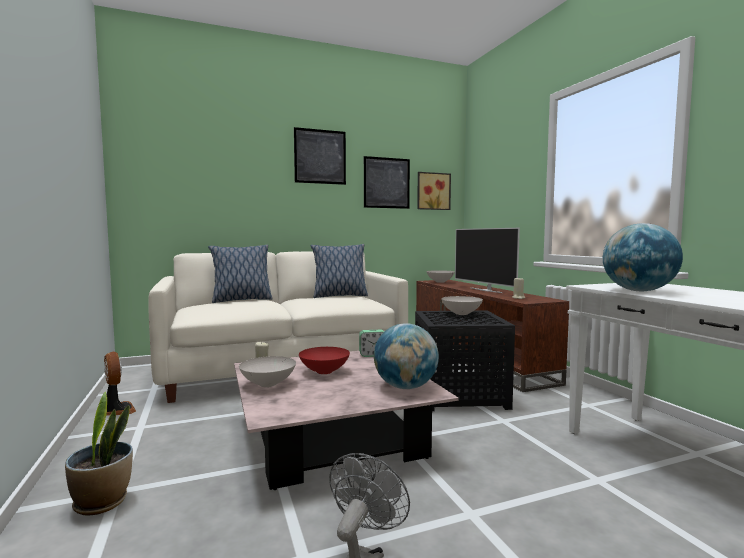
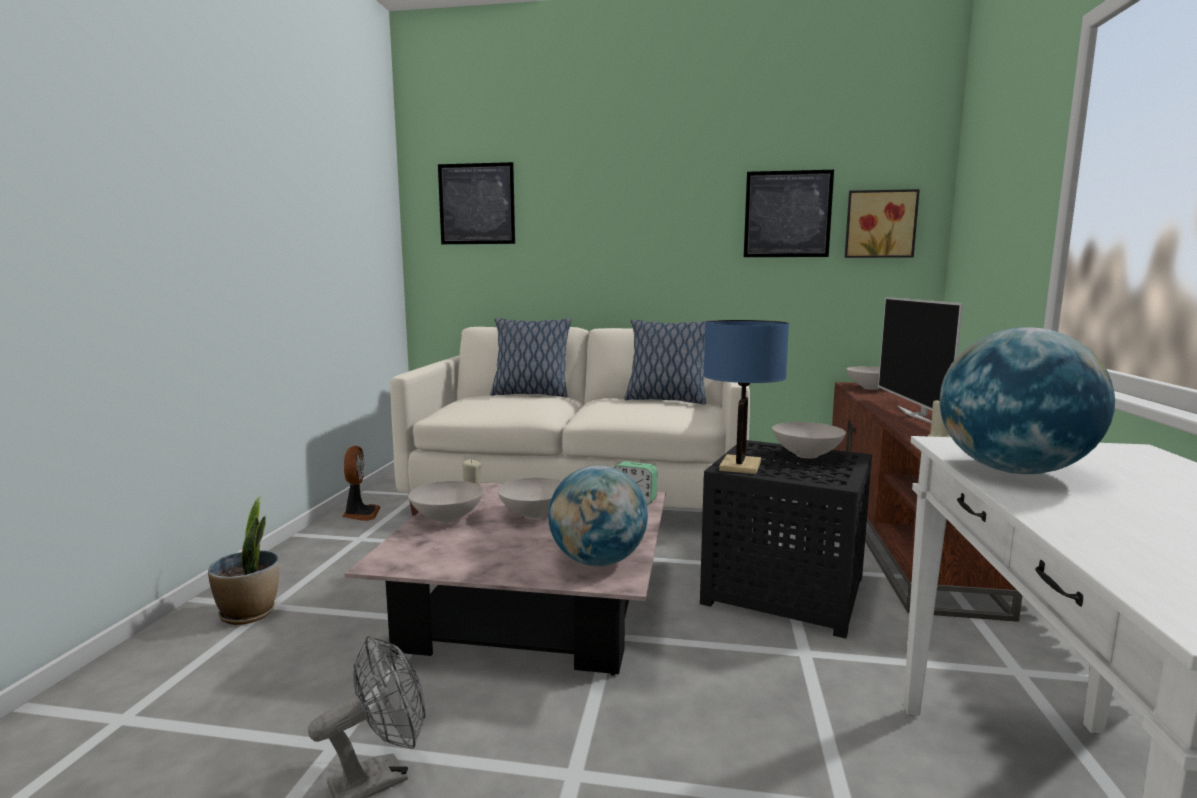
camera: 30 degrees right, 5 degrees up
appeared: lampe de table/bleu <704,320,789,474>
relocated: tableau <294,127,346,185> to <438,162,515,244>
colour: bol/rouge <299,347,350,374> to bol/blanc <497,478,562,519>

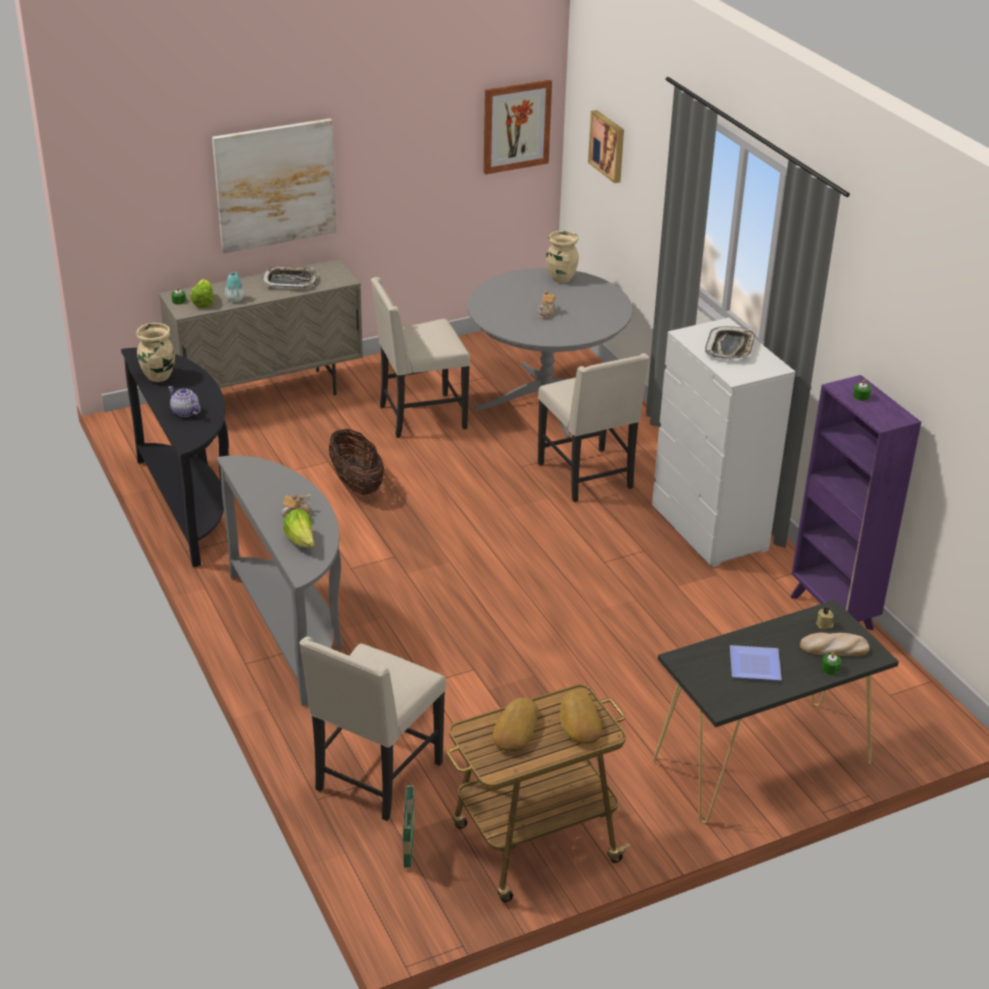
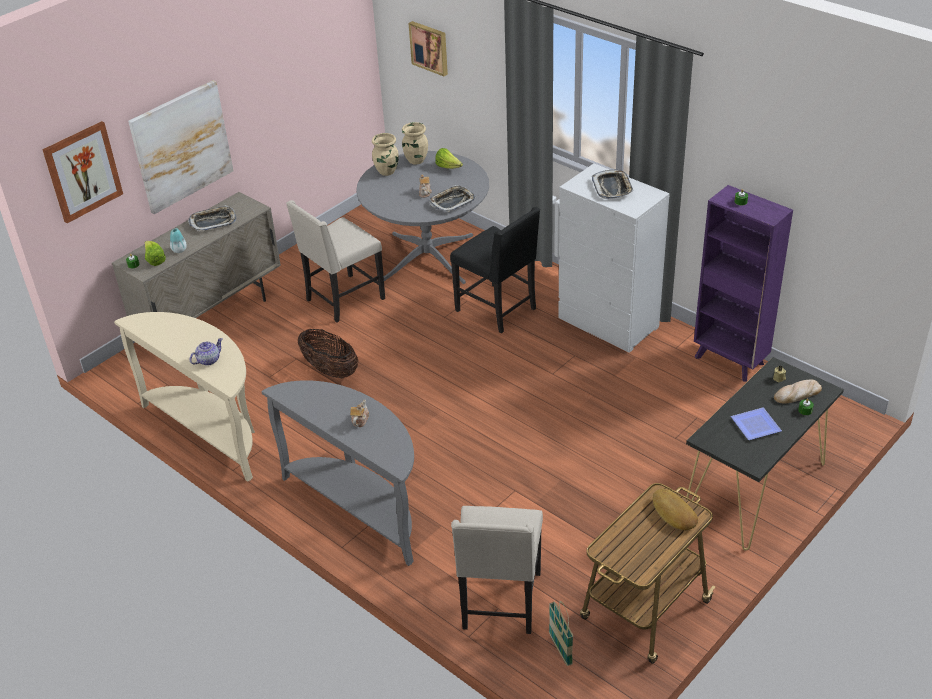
camera: 20 degrees left, 5 degrees up
missing: pain <493,698,539,752>
appeared: plateau <429,185,475,212>
relocated: vase/beige <136,323,175,382> to <372,133,399,176>; laitue <283,509,315,548> to <435,148,463,169>; tableau <483,80,552,175> to <42,121,123,223>
colour: table console/noir <121,348,229,567> to table console/beige <114,312,255,482>; chaise/beige <538,353,649,502> to chaise/noir <450,207,540,333>
spun: théière <168,386,201,417> = <190,338,223,366> 120 degrees clockwise

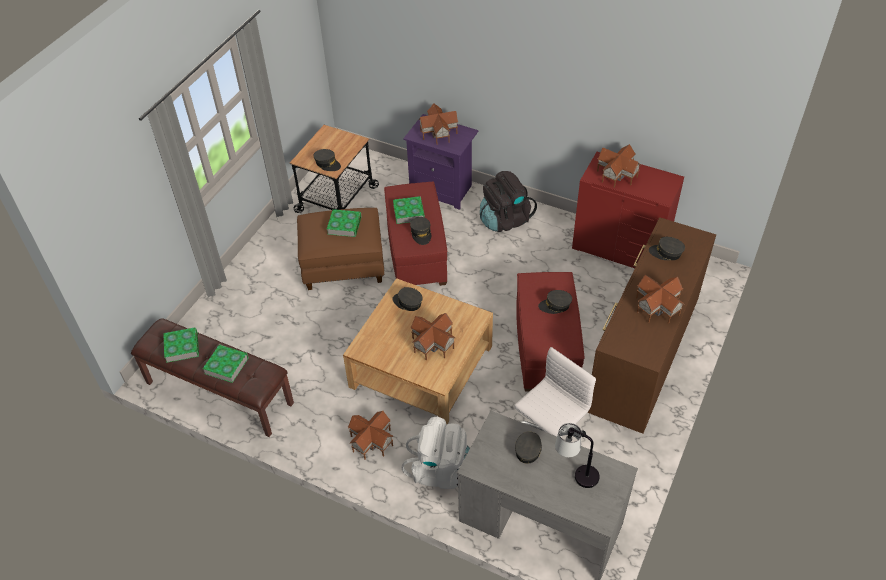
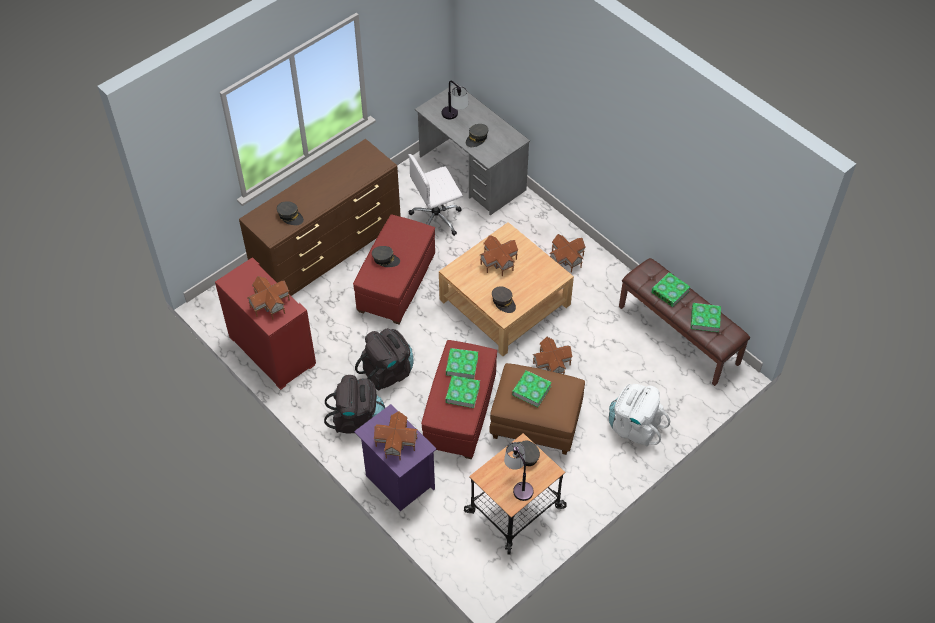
camera: 160 degrees left, 5 degrees up
appeared: sac à dos/noir <355,328,414,391>; lampe de table <504,442,534,501>
relocated: sac à dos/blanc <402,417,470,489> to <609,384,670,446>; maison miniature <636,275,684,324> to <533,337,573,374>
exchanged: casquette/gris <410,217,431,245> to livre <446,348,478,379>

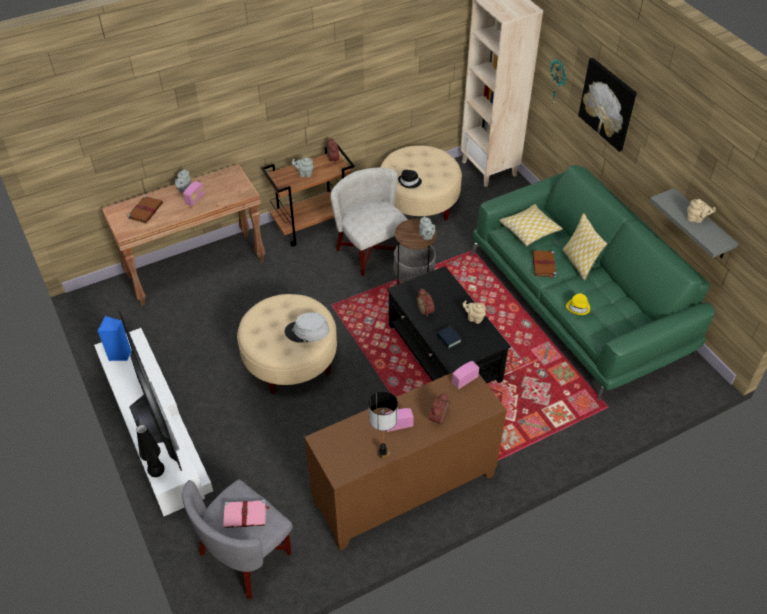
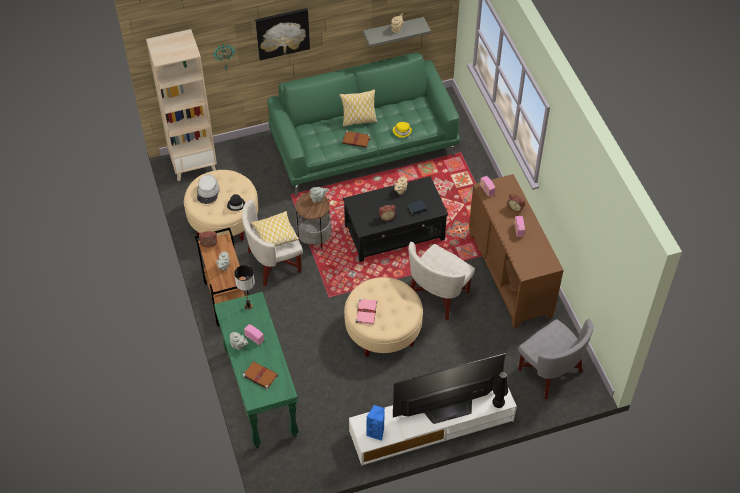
camera: 80 degrees left, 5 degrees up
appeared: fauteuil/blanc <408,242,475,320>
relocated: livre/rose <223,500,270,528> to <356,299,377,325>; chapeau/gris <285,312,330,343> to <197,174,219,204>; lampe de table <368,391,398,458> to <234,265,255,310>; coussin <499,204,563,246> to <251,211,299,247>
colour: table console/marron <101,164,265,305> to table console/vert <214,292,299,448>

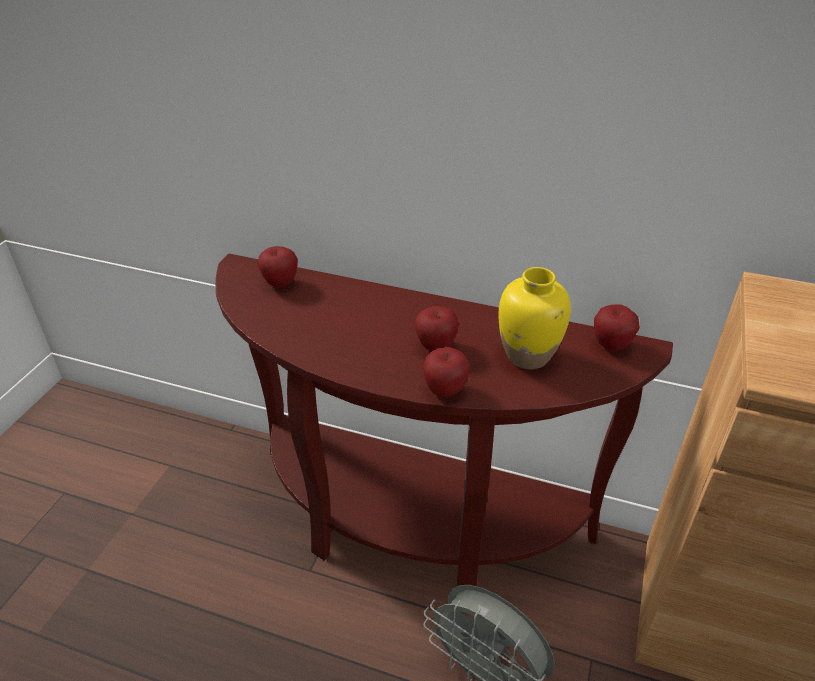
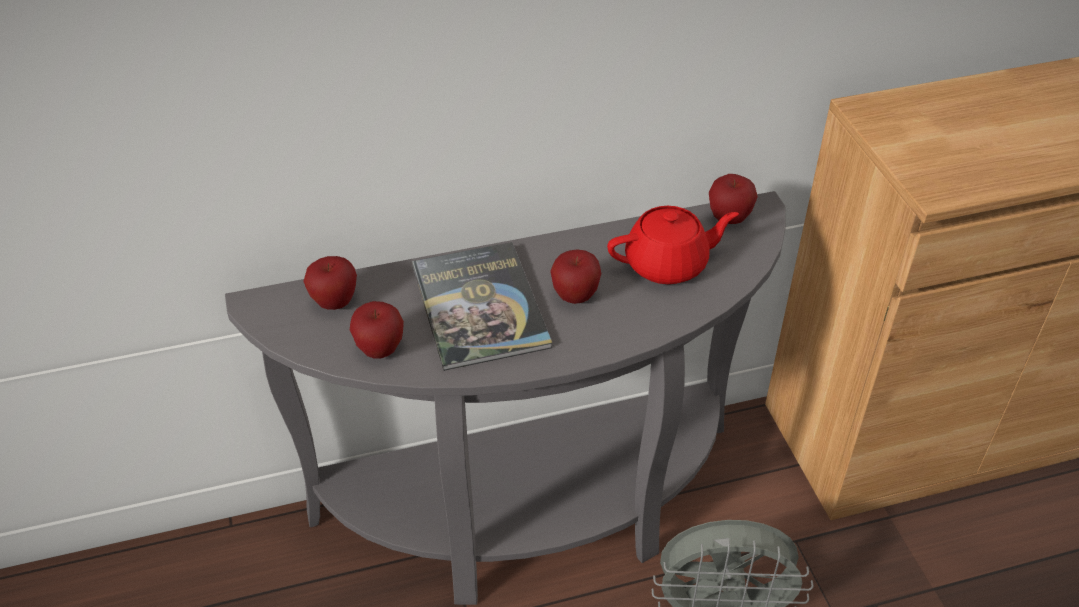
camera: 35 degrees left, 5 degrees up
appeared: livre <412,242,552,371>
relocated: pomme <423,347,470,397> to <350,301,404,358>
exchanged: vase/jaune <498,267,571,369> to théière/rouge <607,206,739,284>
colour: table console/marron <215,254,673,586> to table console/gris <225,191,786,605>

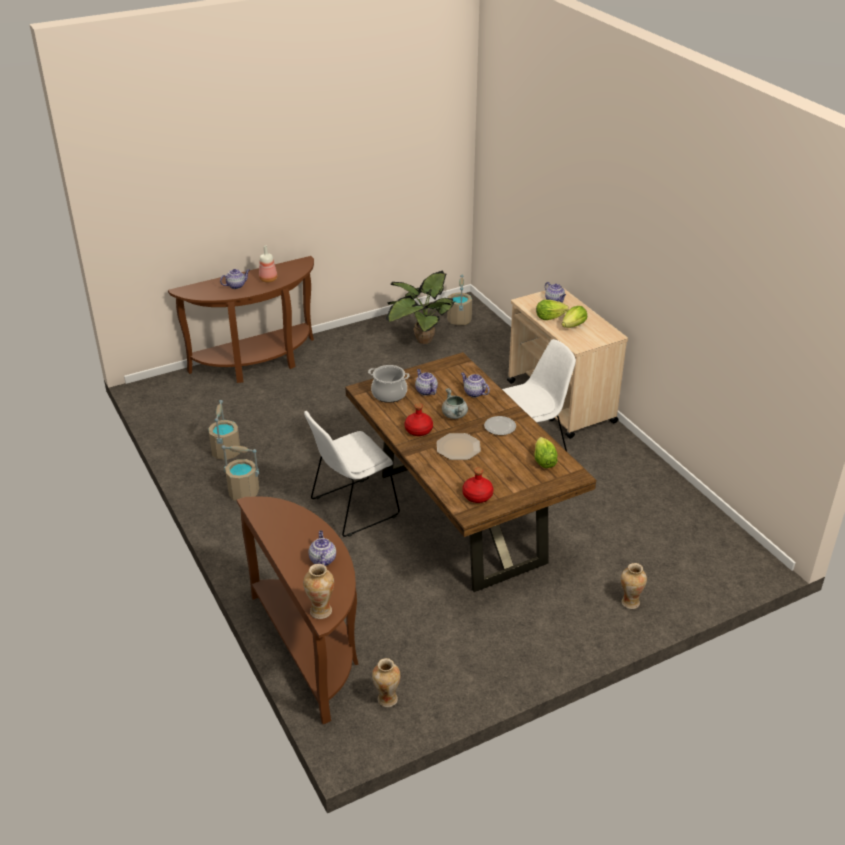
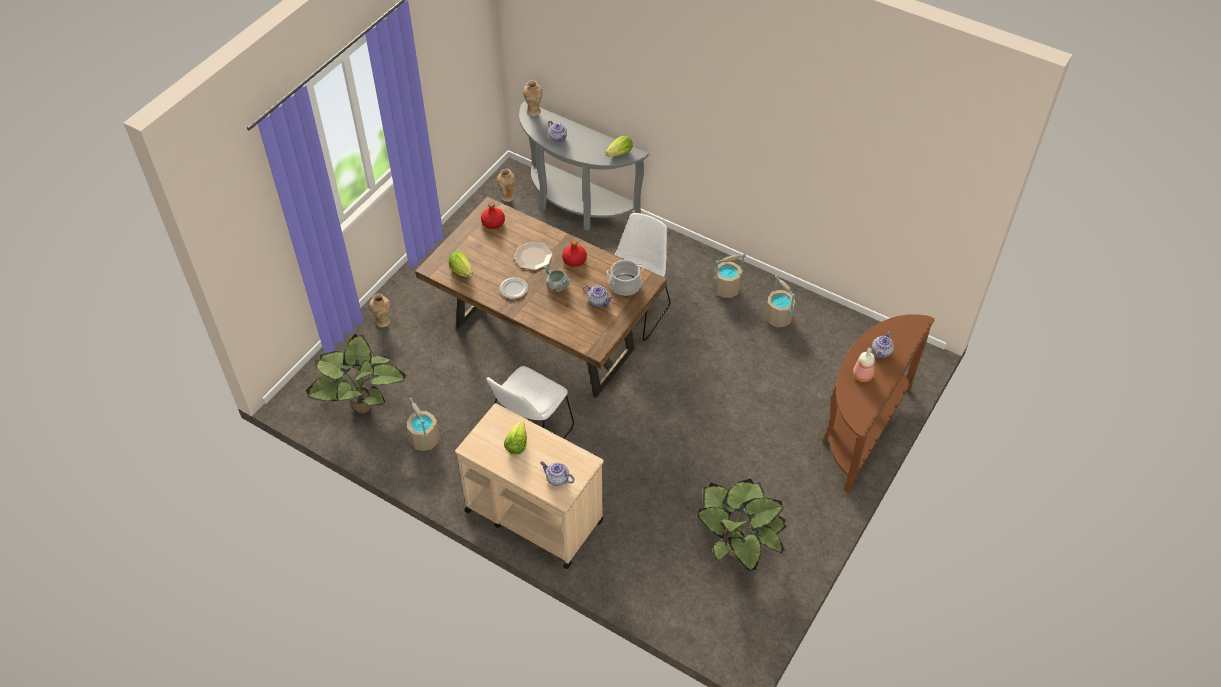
camera: 150 degrees right, 15 degrees up
missing: théière <461,373,490,398>
appeared: plante en pot <306,334,406,413>
relocated: seau/beige <447,275,472,325> to <407,398,440,451>; laitue <536,300,569,320> to <606,136,633,156>
colour: table console/marron <237,496,358,724> to table console/gris <519,101,649,231>

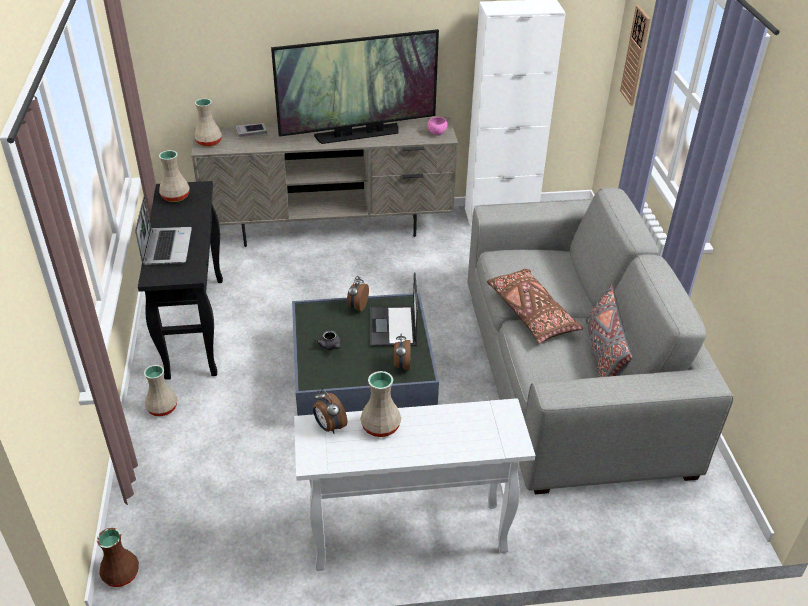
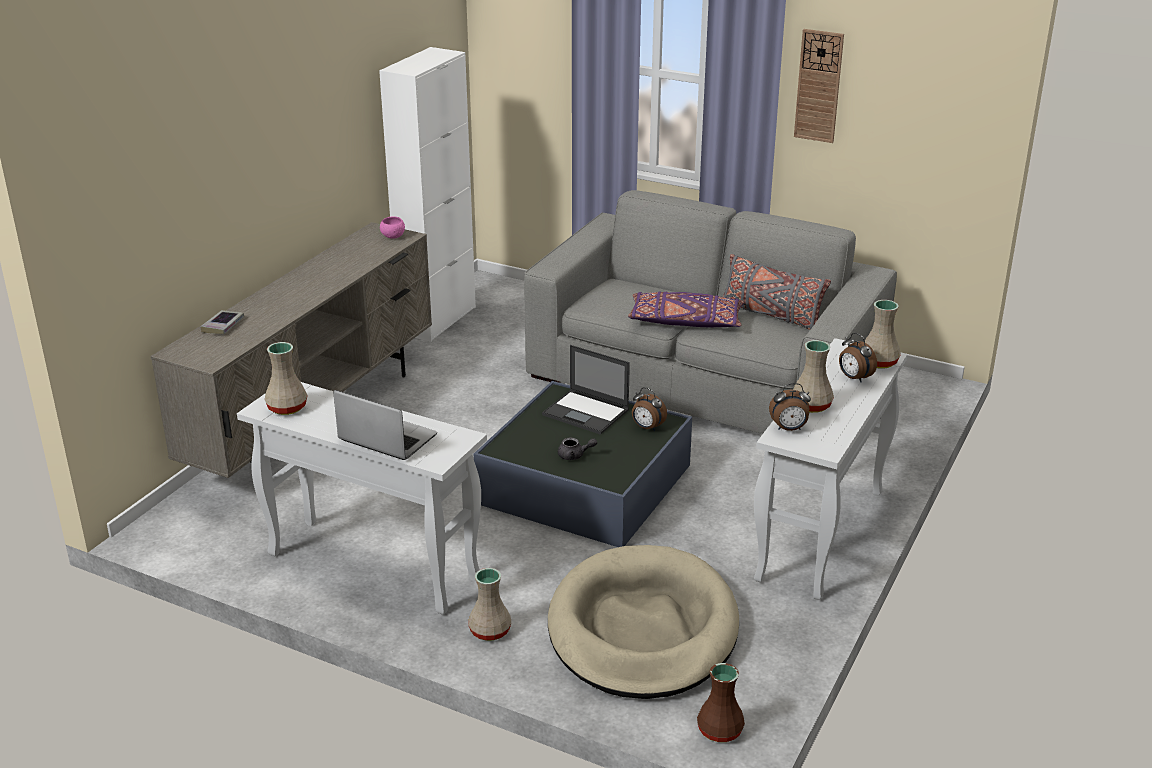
camera: 55 degrees left, 10 degrees down
missing: téléviseur <271,29,439,144>
appeared: panier pour chien/beige <548,545,739,699>
relocated: vase/beige <194,98,222,147> to <865,300,901,369>; réveil <347,276,369,311> to <839,333,877,382>; horloge murale <620,5,650,106> to <794,29,844,143>
colour: table console/noir <138,181,223,380> to table console/blanc <237,382,487,615>; coussin/marron <487,268,584,343> to coussin/violet <628,291,744,327>

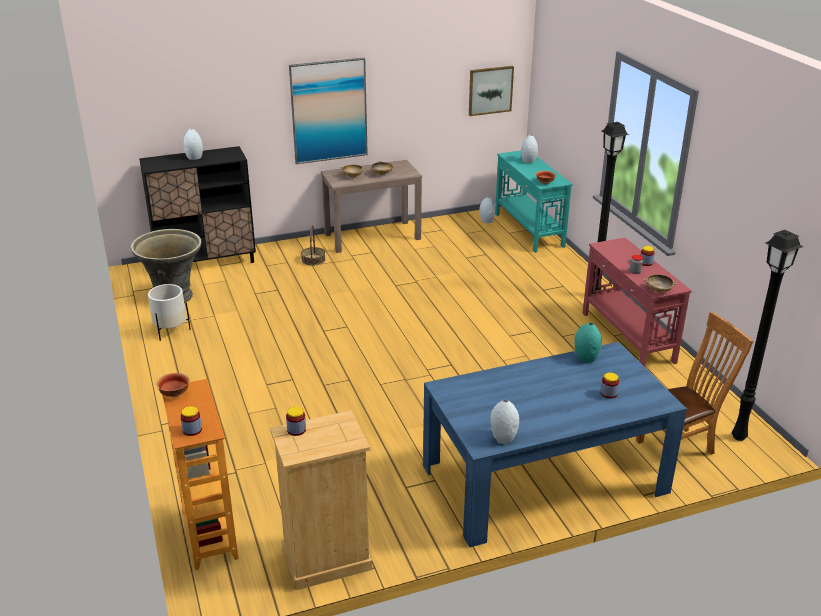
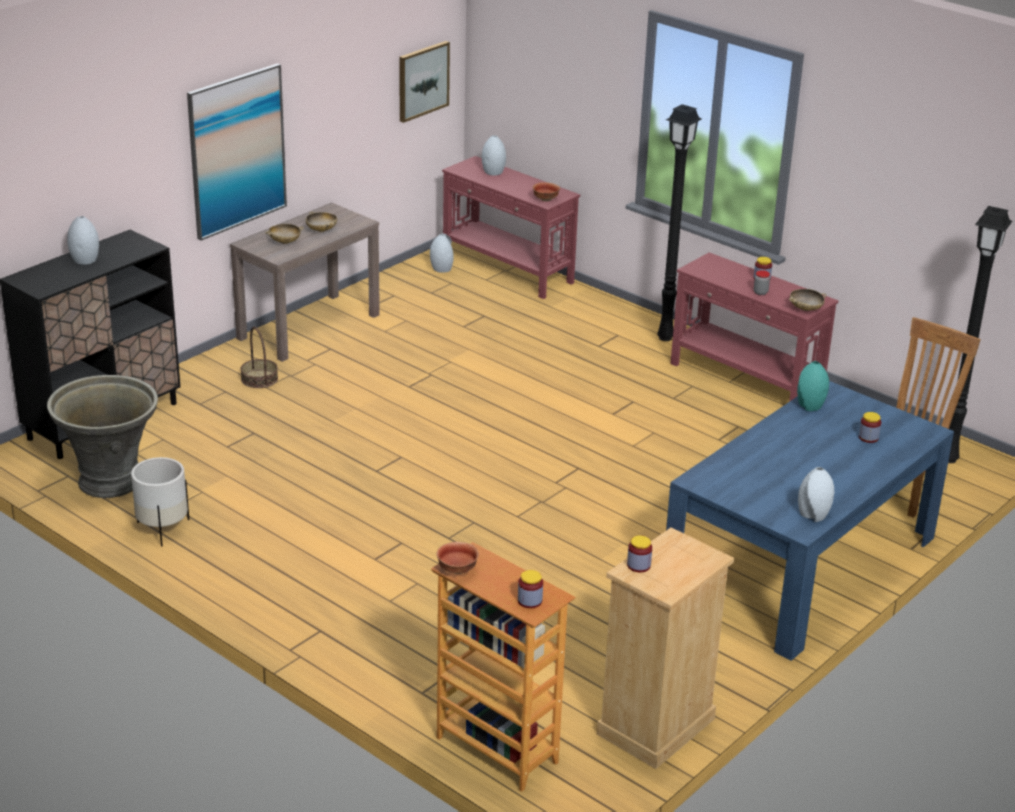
camera: 30 degrees left, 0 degrees up
colour: table console/turquoise <495,150,573,253> to table console/rouge <442,156,580,299>

